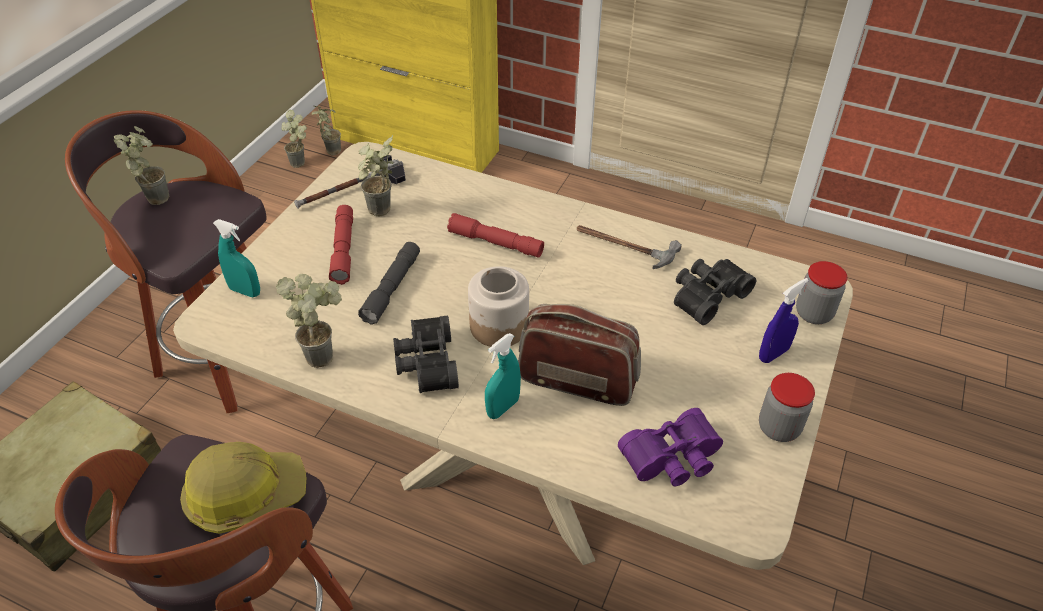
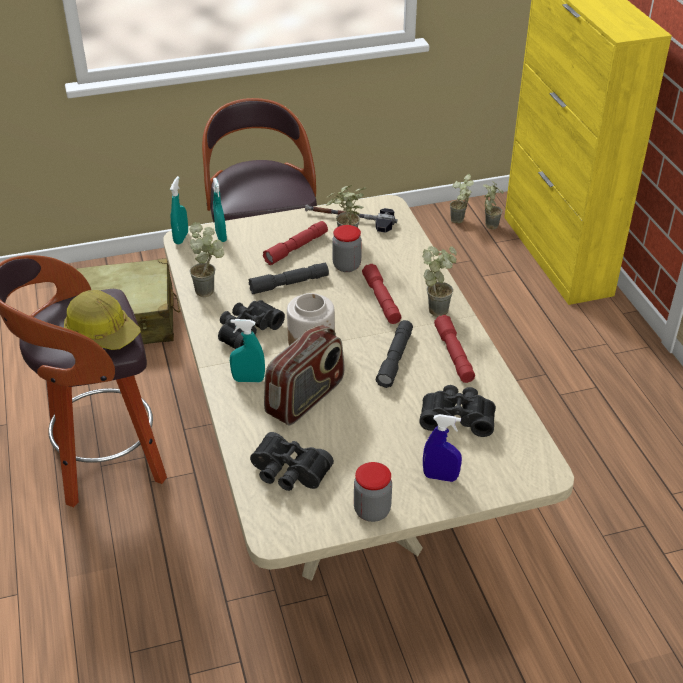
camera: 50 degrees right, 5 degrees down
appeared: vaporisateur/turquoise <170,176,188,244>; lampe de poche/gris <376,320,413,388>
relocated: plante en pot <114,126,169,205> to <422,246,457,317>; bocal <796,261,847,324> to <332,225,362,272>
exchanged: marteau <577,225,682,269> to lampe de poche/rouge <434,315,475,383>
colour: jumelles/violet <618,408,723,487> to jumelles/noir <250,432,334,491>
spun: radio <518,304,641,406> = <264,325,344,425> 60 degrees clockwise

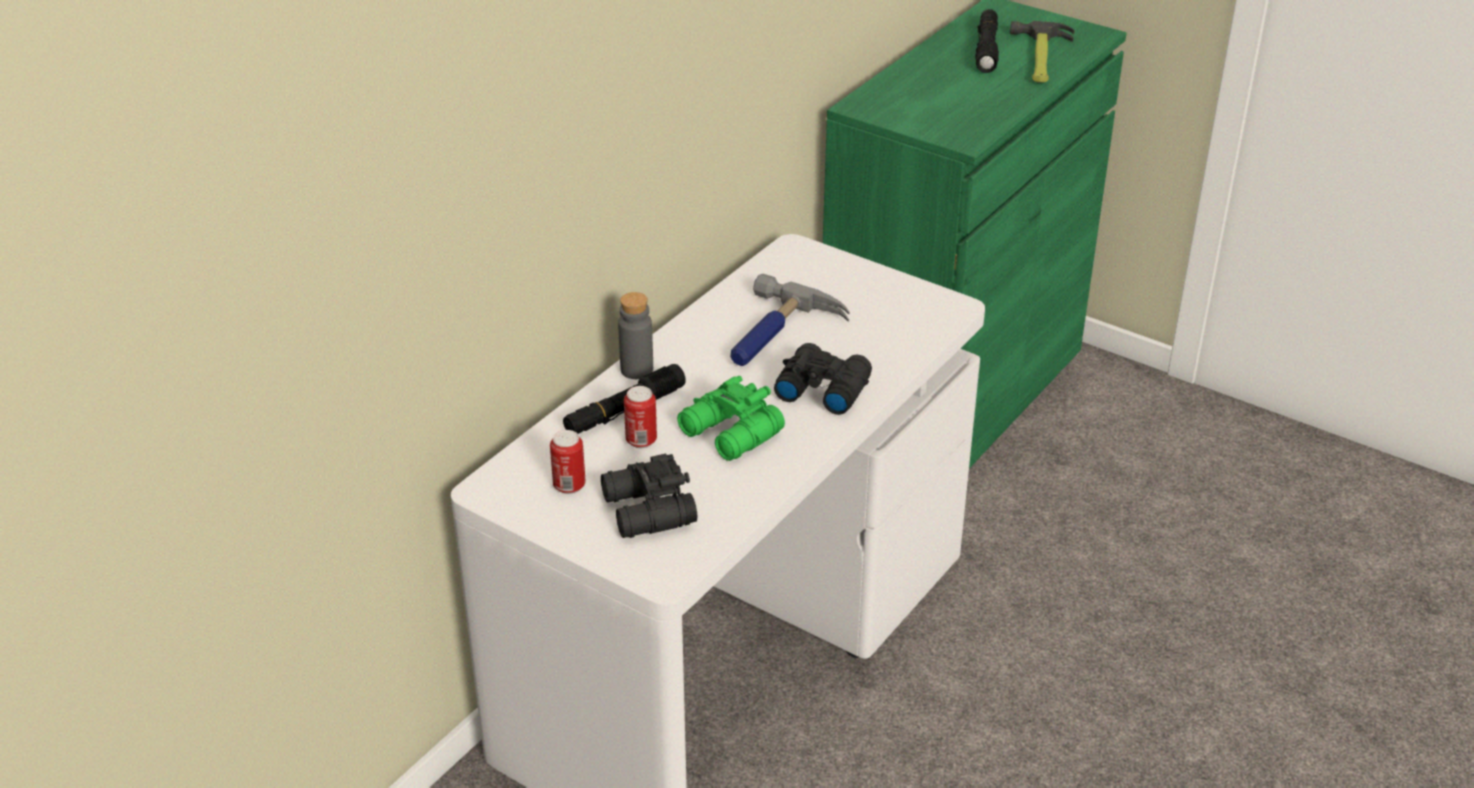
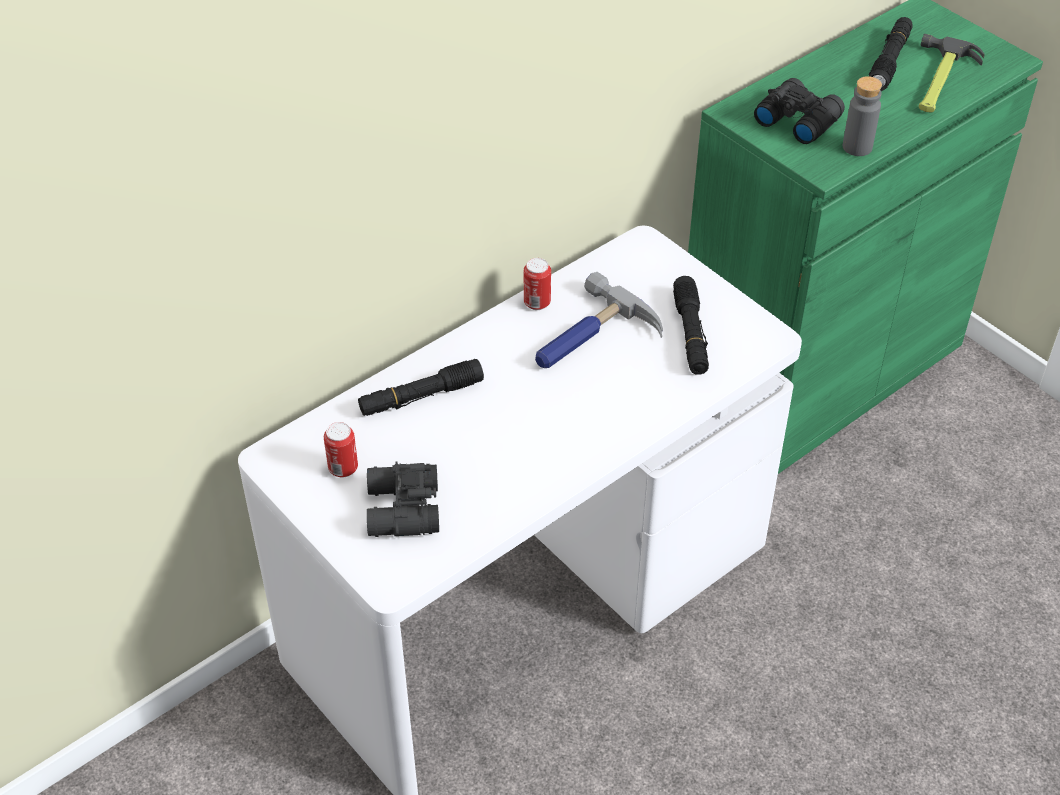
camera: 15 degrees right, 10 degrees up
missing: jumelles/vert <677,376,785,461>
appeared: lampe de poche/noir <673,276,709,375>
relocated: bouteille/gris <618,292,653,379> to <843,76,882,156>; boîte métallique <624,386,657,448> to <524,258,551,310>; jumelles/noir <774,343,872,415> to <754,78,845,144>

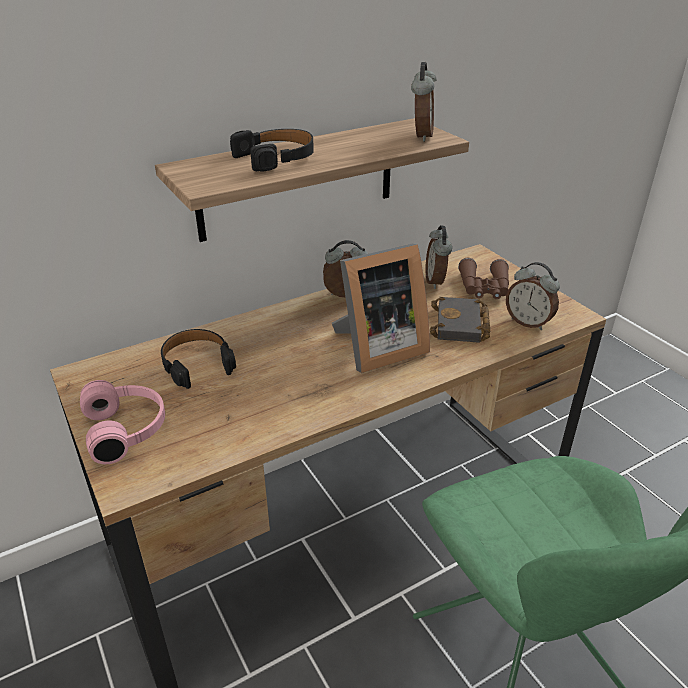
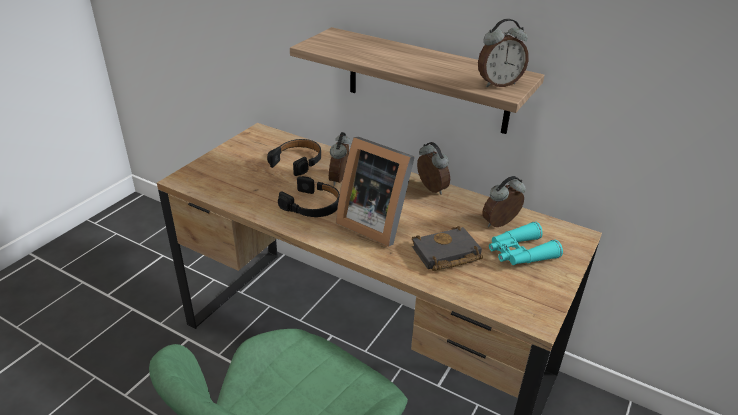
camera: 60 degrees right, 0 degrees up
missing: casque audio/rose <80,380,165,464>
relocated: casque audio/noir <230,129,314,171> to <278,176,340,217>; réveil <506,262,560,330> to <329,132,351,186>
colour: jumelles/marron <458,258,509,299> to jumelles/turquoise <489,222,563,265>

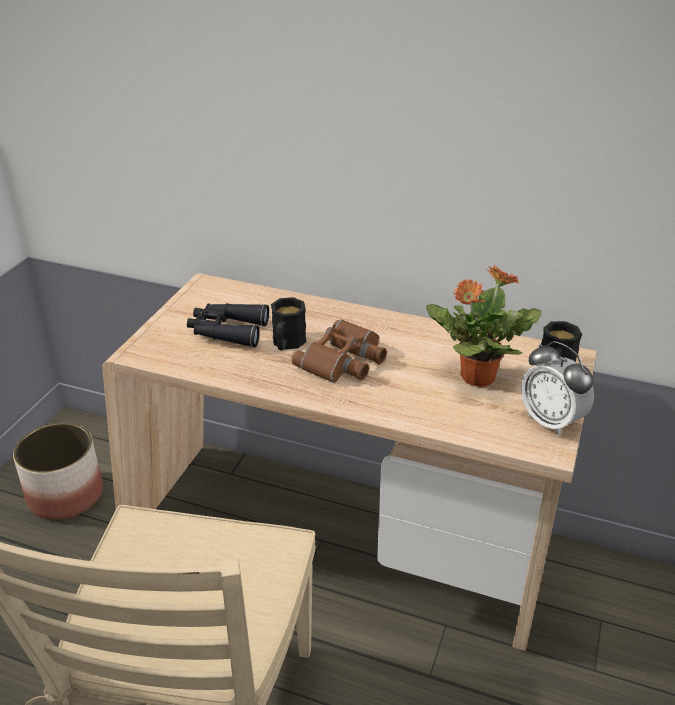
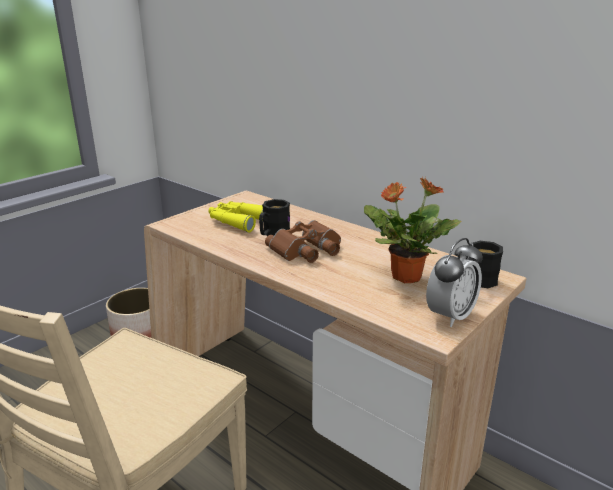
camera: 20 degrees right, 10 degrees down
colour: jumelles/noir <187,303,269,348> to jumelles/jaune <209,201,263,232>
spun: réveil <521,341,594,436> = <426,238,482,327> 120 degrees counterclockwise

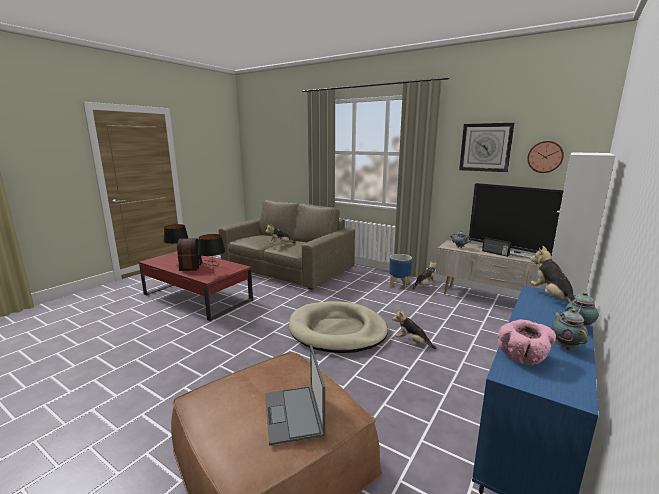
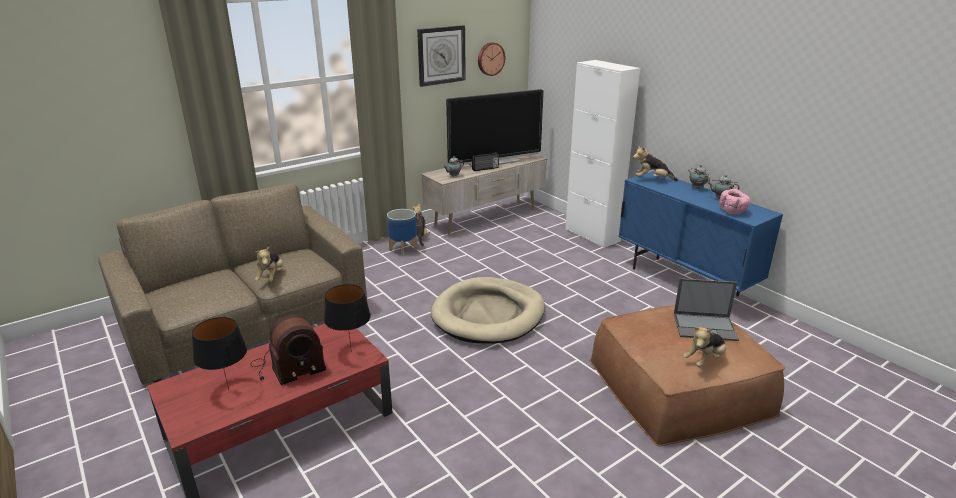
camera: 70 degrees left, 10 degrees up
relocated: peluche <392,308,436,349> to <683,327,726,367>
spun: radio <177,238,218,271> = <250,314,326,385> 45 degrees counterclockwise

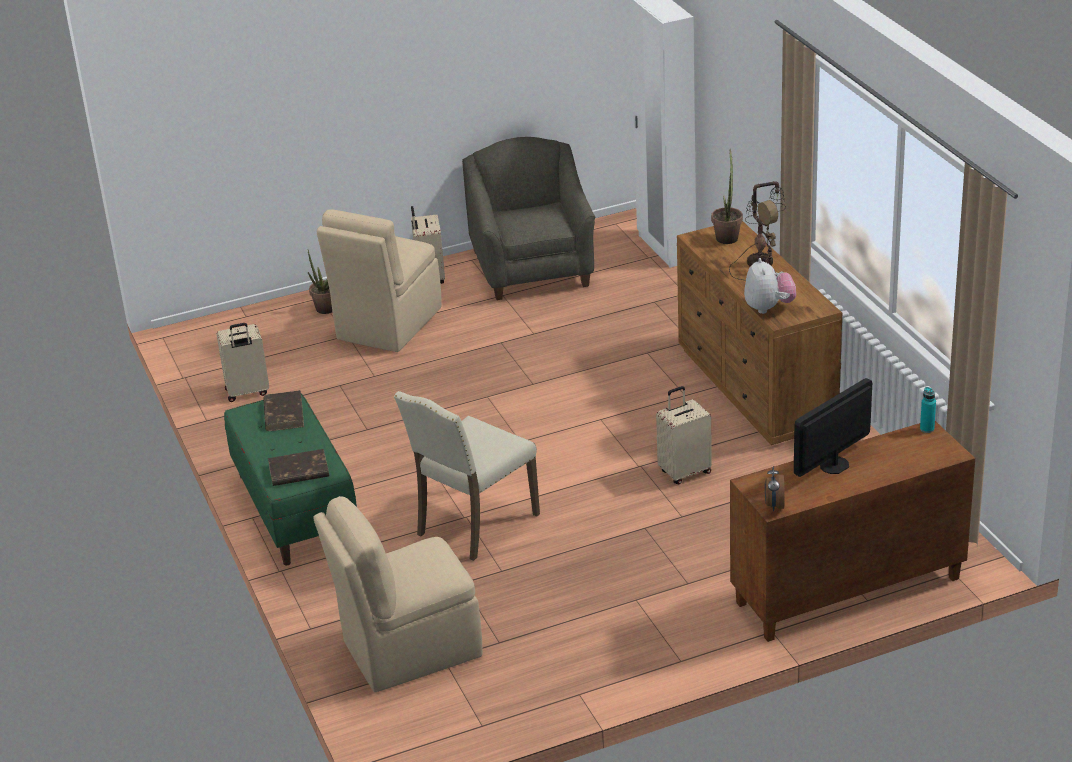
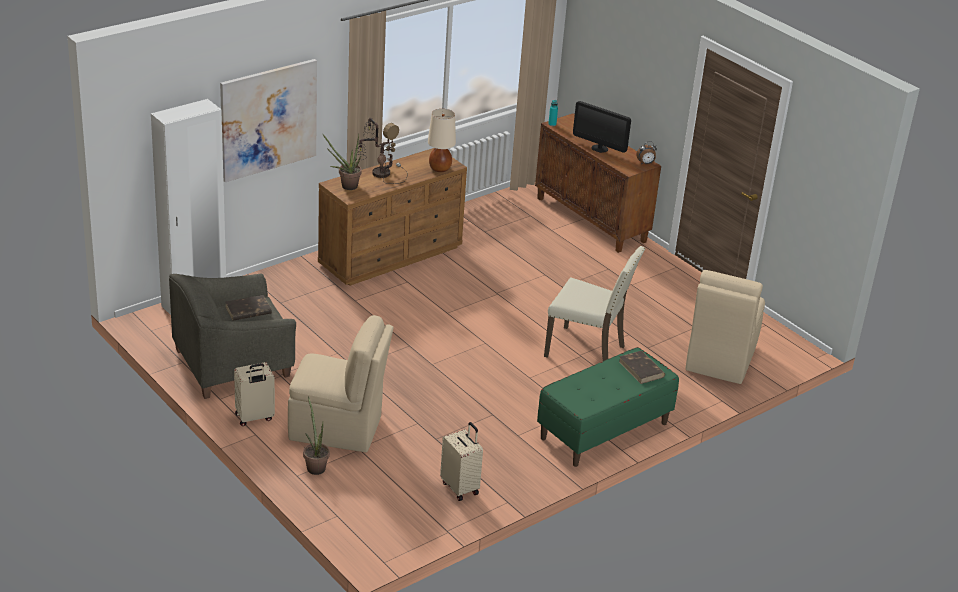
camera: 110 degrees left, 0 degrees up
missing: valise/beige <656,386,712,484>
appeared: tableau <220,59,317,182>
relocated: livre/marron <263,390,304,431> to <225,295,272,321>
exchanged: peluche <744,258,796,314> to lampe de table/beige <428,109,456,172>
spun: chaise/beige <313,496,482,692> = <685,270,765,384> 60 degrees clockwise

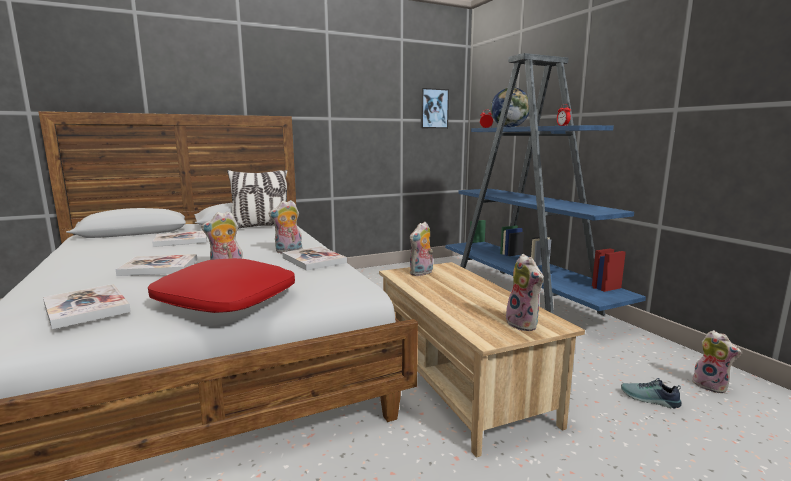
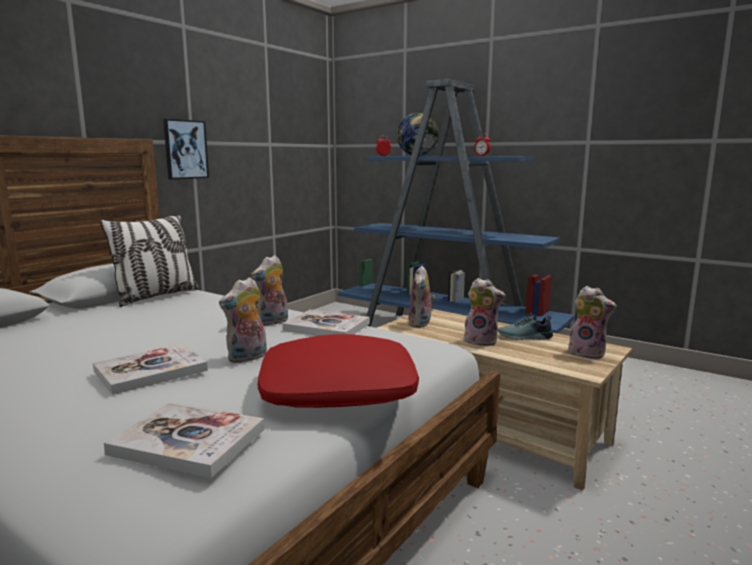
camera: 30 degrees left, 0 degrees up
missing: livre <152,231,207,247>
relocated: tableau <421,88,449,128> to <163,119,209,179>; chaussure <621,378,682,409> to <498,313,553,340>; peluche <692,330,742,393> to <464,278,505,346>

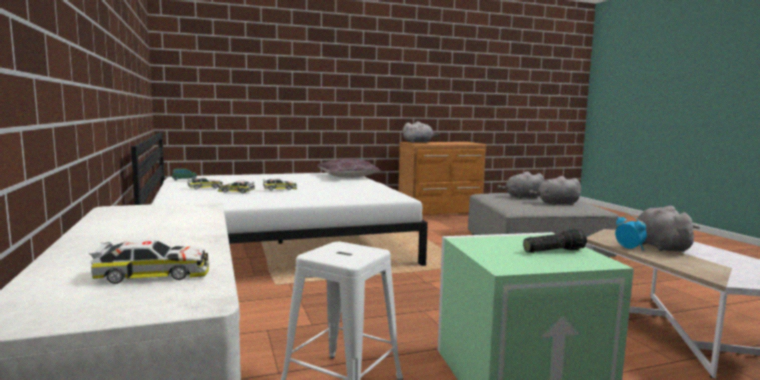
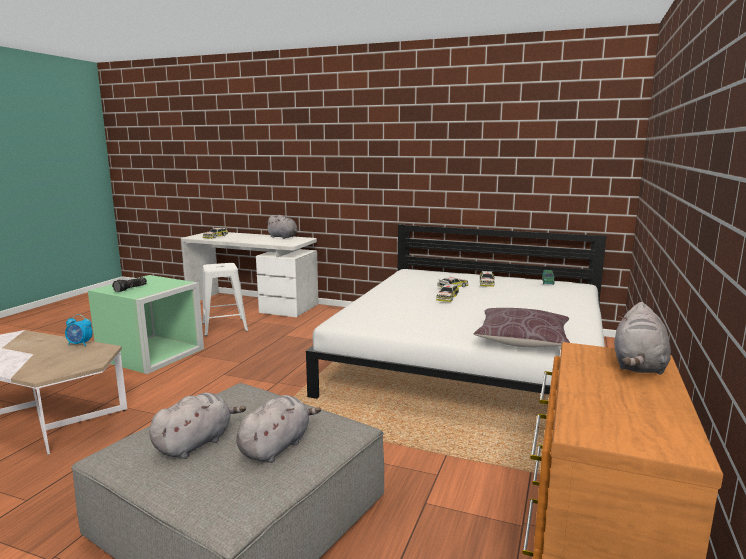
camera: 130 degrees right, 5 degrees up
relocated: peluche/gris <636,206,700,252> to <265,215,298,239>

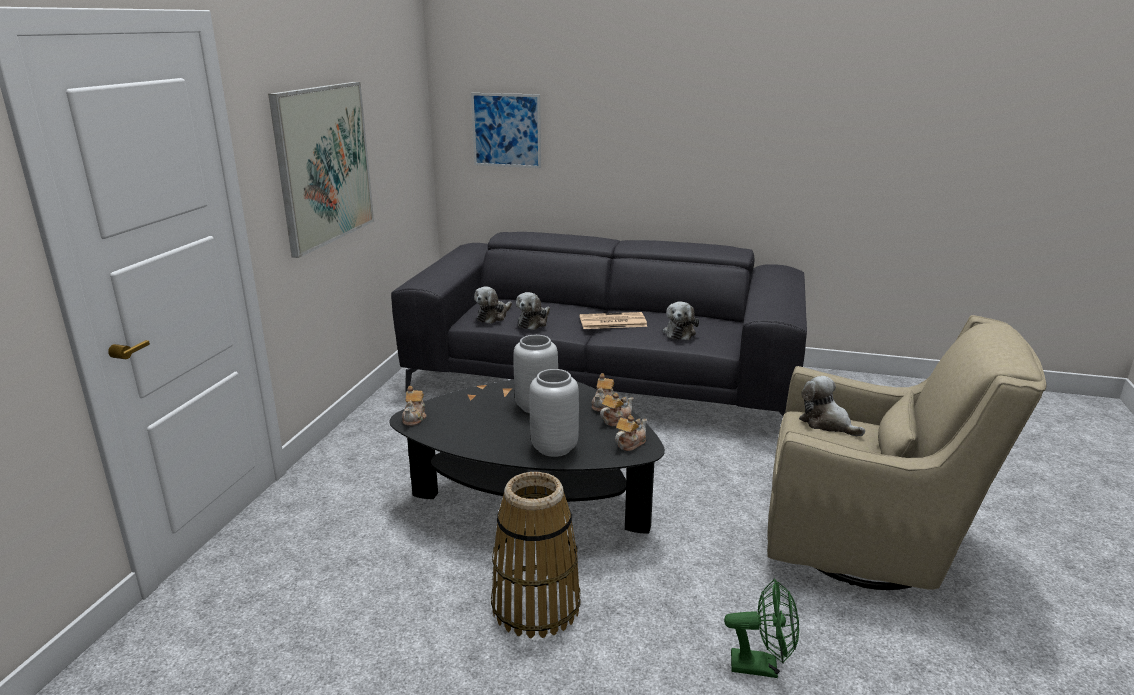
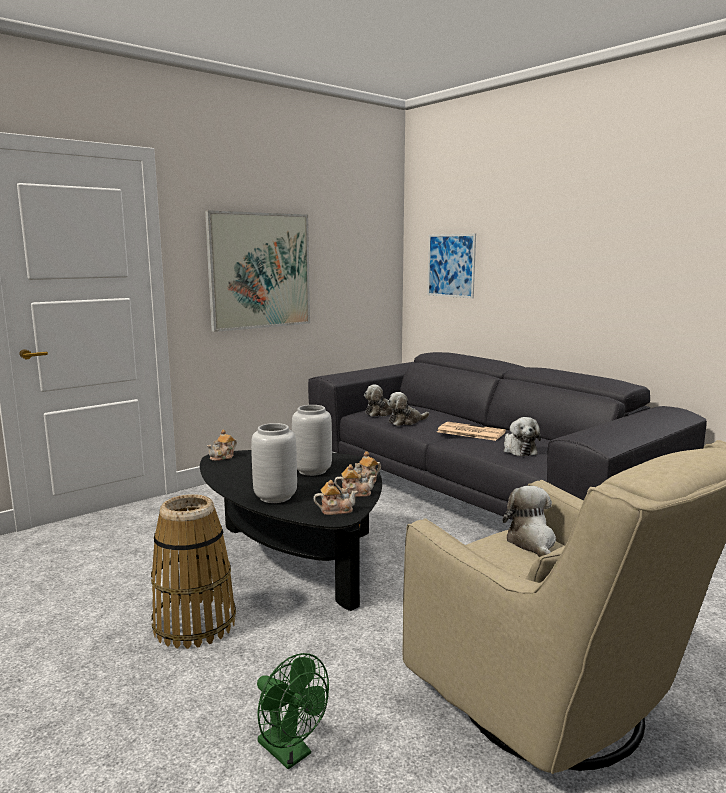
camera: 35 degrees right, 10 degrees down
spun: peluche <663,301,699,340> = <504,417,541,456> 60 degrees counterclockwise

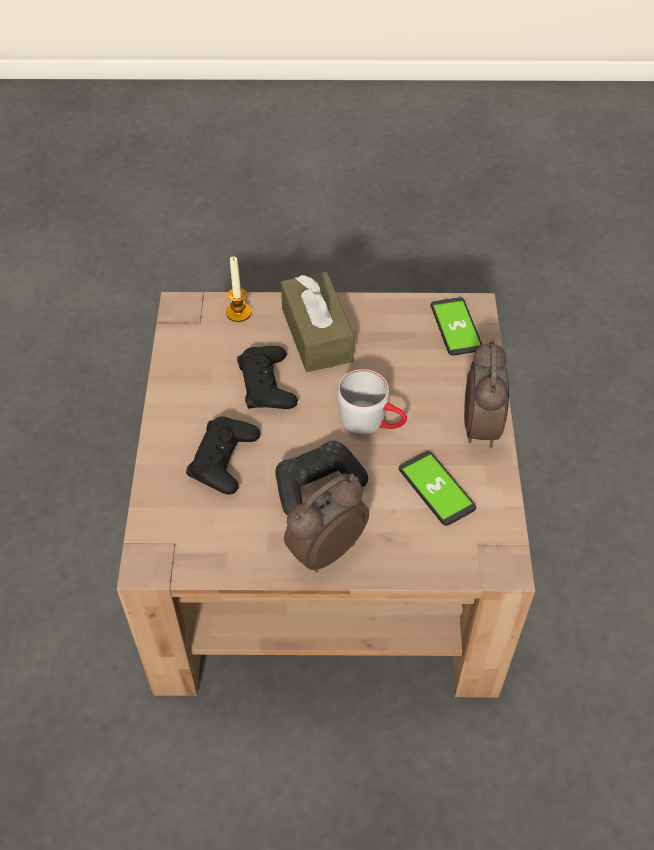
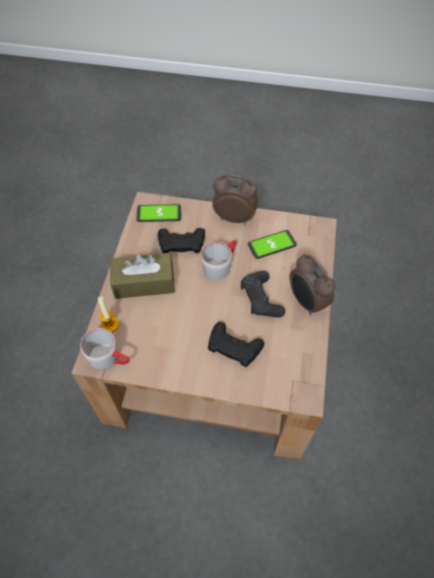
camera: 80 degrees left, 5 degrees up
appeared: mug/gris <80,328,130,370>
relocated: manette/noir <237,346,298,409> to <158,228,205,253>

